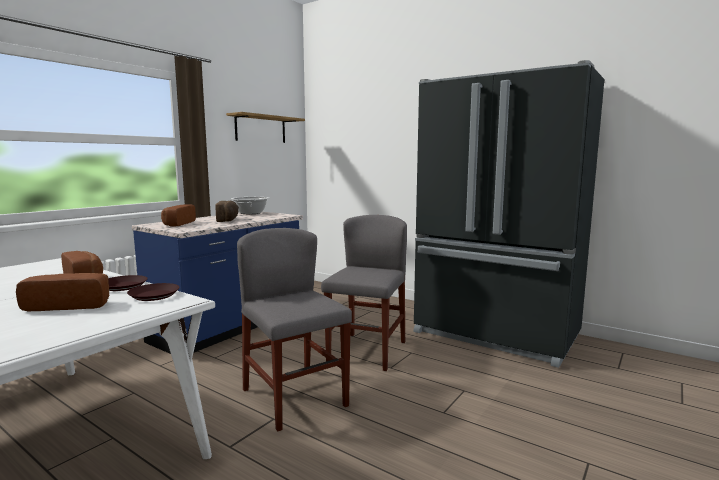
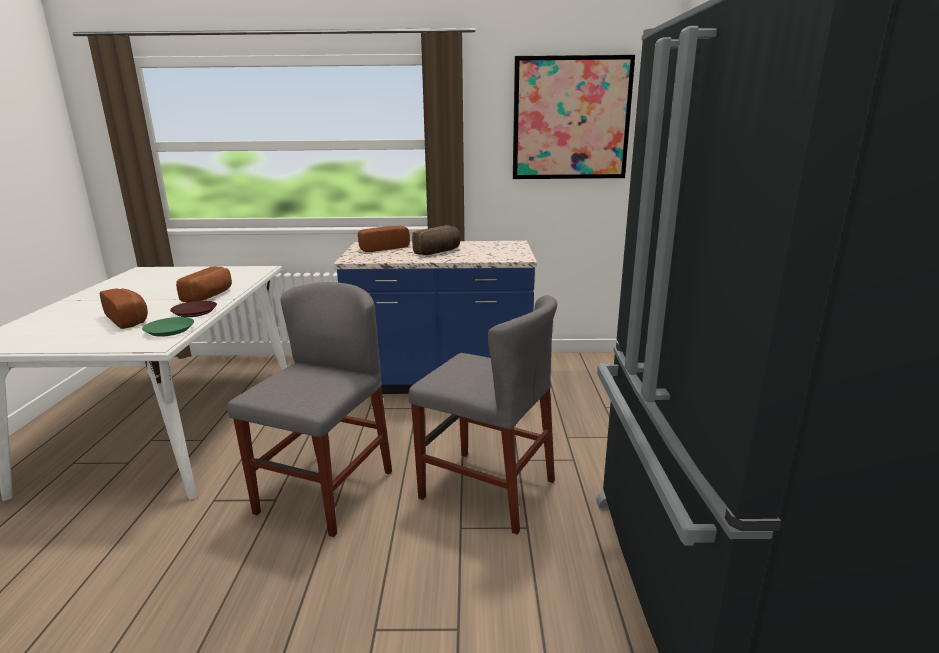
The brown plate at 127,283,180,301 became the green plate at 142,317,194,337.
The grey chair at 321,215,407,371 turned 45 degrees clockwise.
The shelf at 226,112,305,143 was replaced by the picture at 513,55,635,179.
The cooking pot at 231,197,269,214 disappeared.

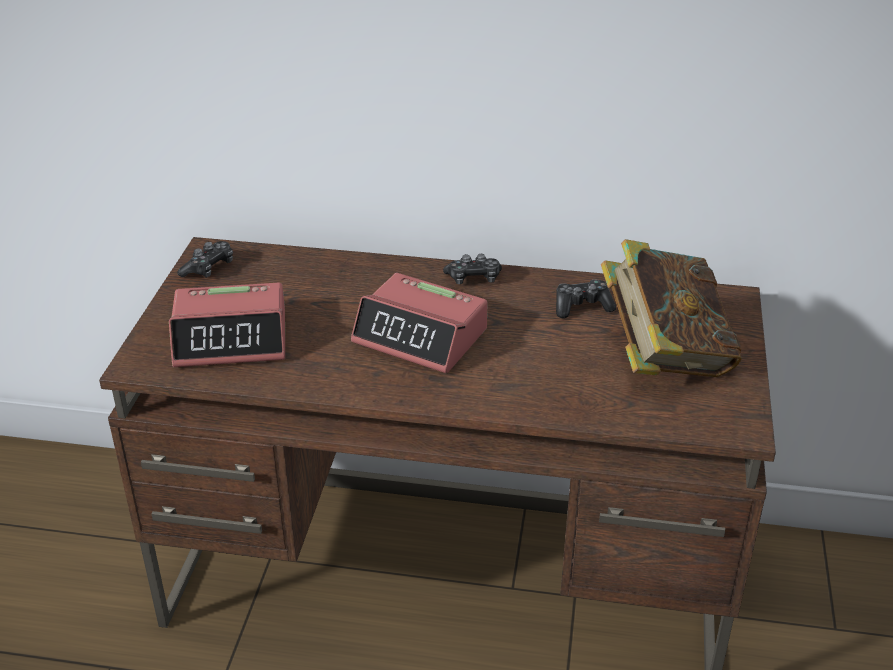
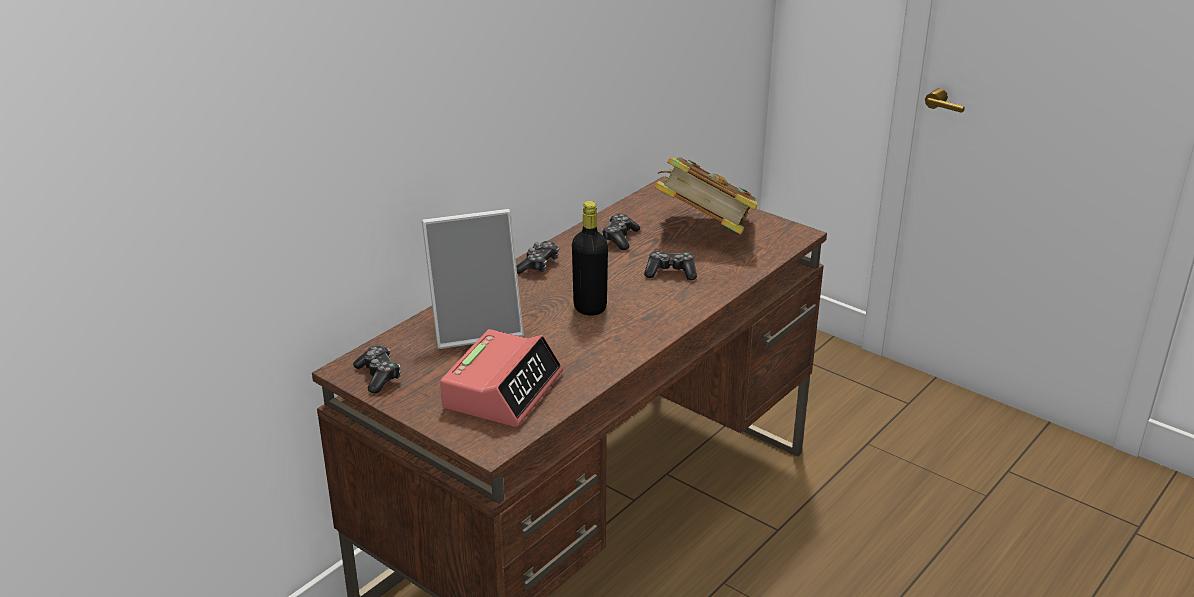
The picture frame at 422,209,524,349 appeared.
The alarm clock at 351,273,488,373 was replaced by the black bottle at 572,201,608,316.
The game controller at 644,251,697,280 appeared.

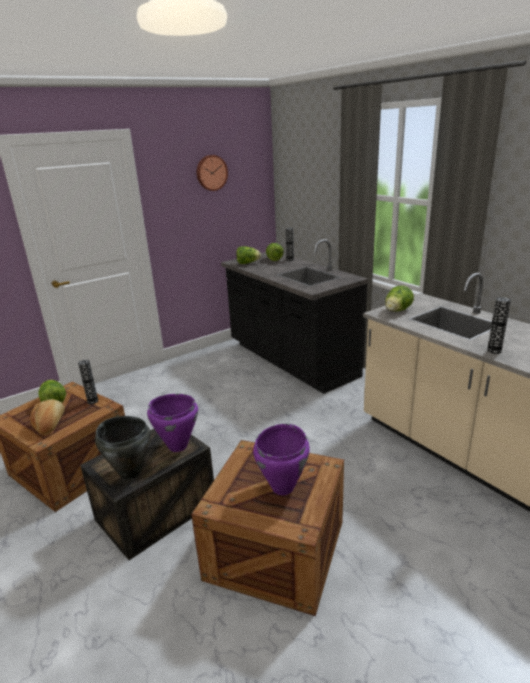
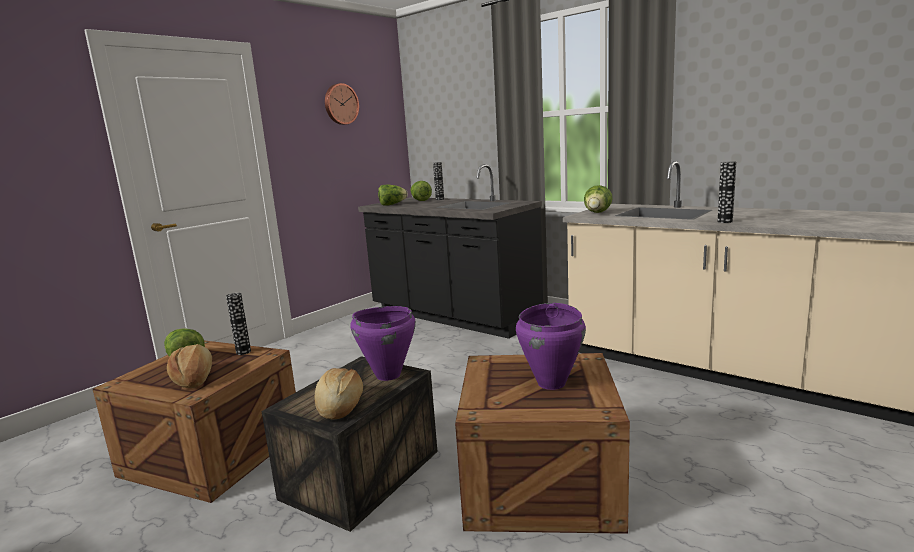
The black cooking pot at 95,416,150,479 was replaced by the bread at 315,368,363,419.

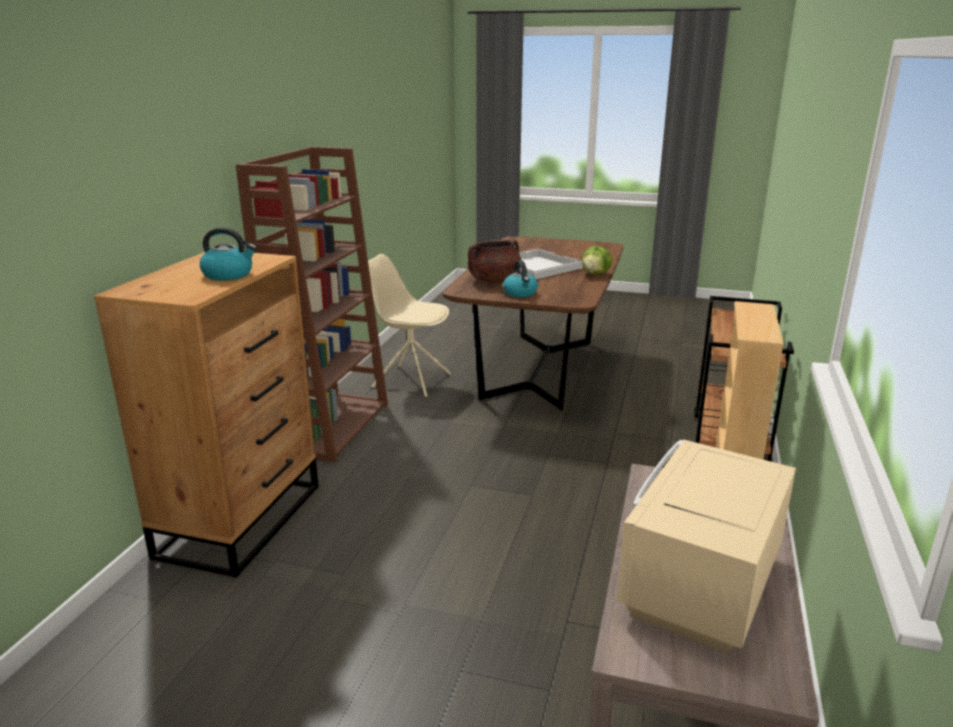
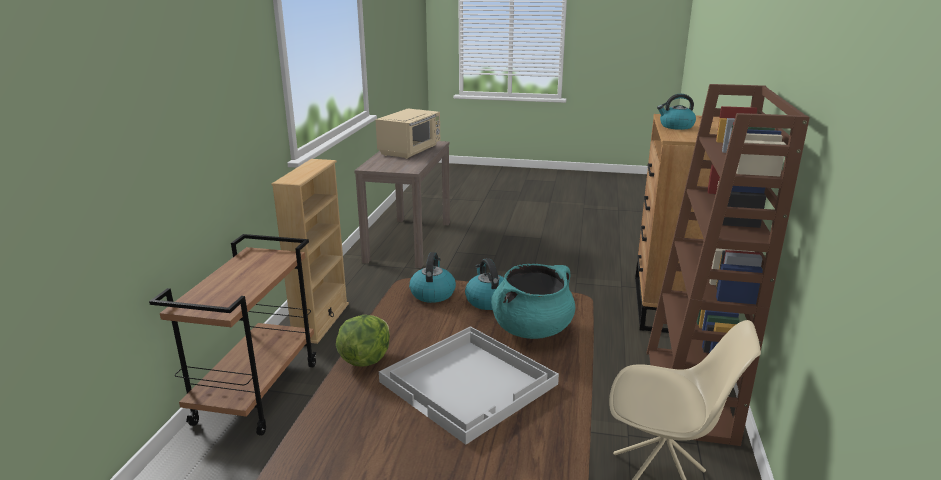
The kettle at 409,252,456,303 appeared.
The brown cooking pot at 468,239,521,283 became the turquoise cooking pot at 491,264,575,339.

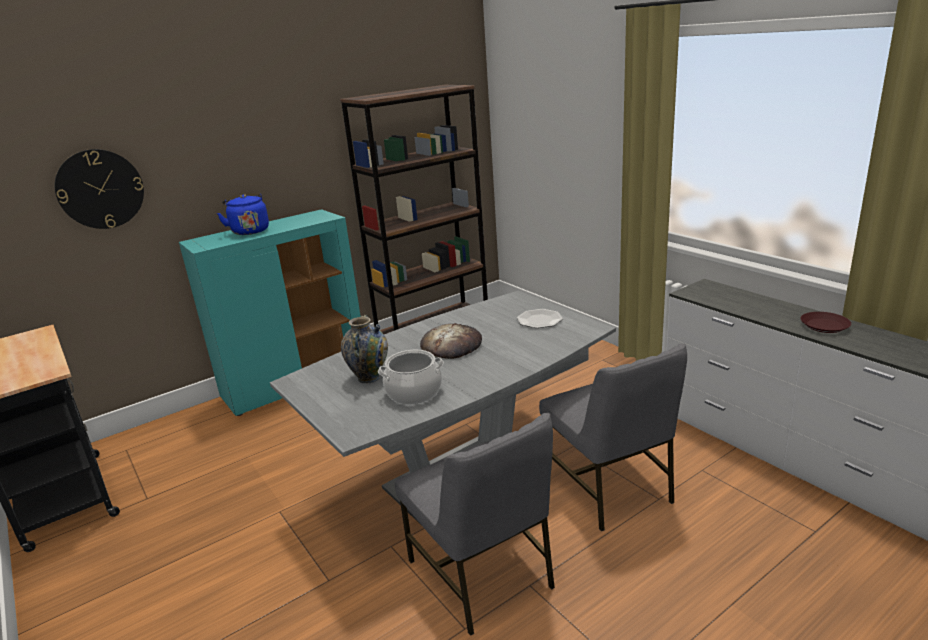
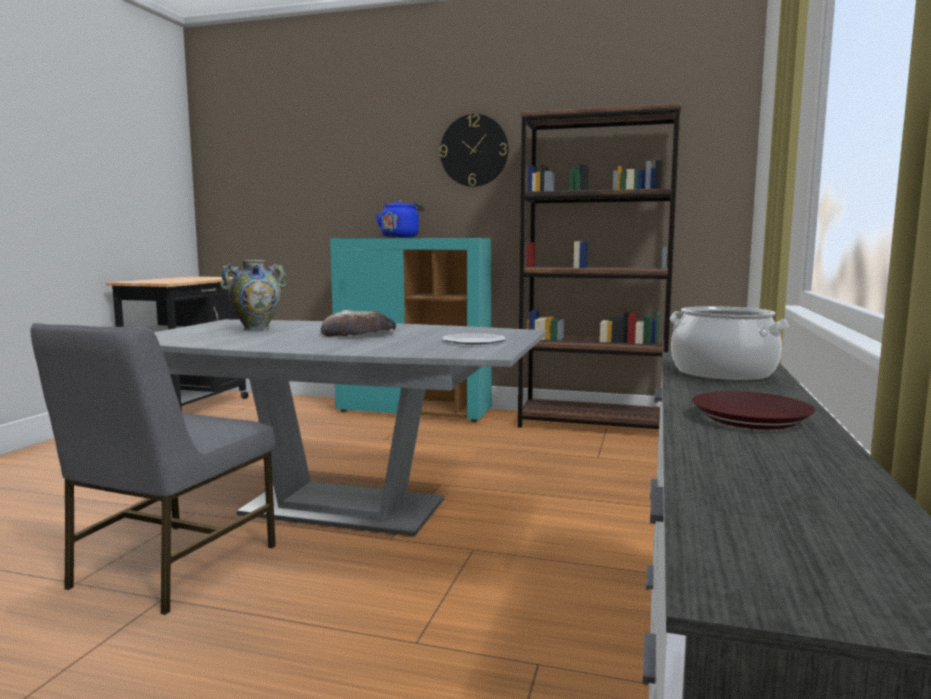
The wall clock moved from 55,149,144,229 to 440,114,509,187.
The cooking pot moved from 378,350,444,405 to 670,306,789,381.
The grey chair at 539,344,687,531 disappeared.

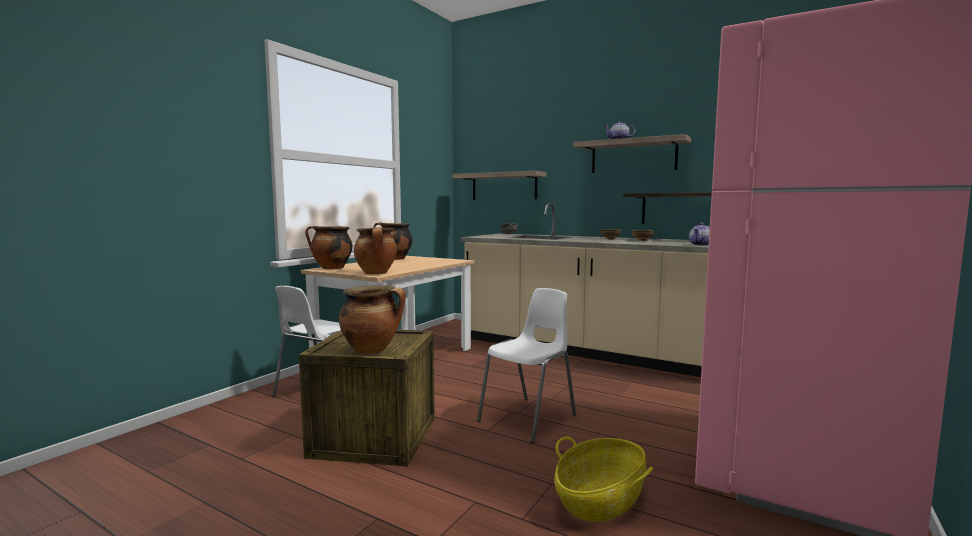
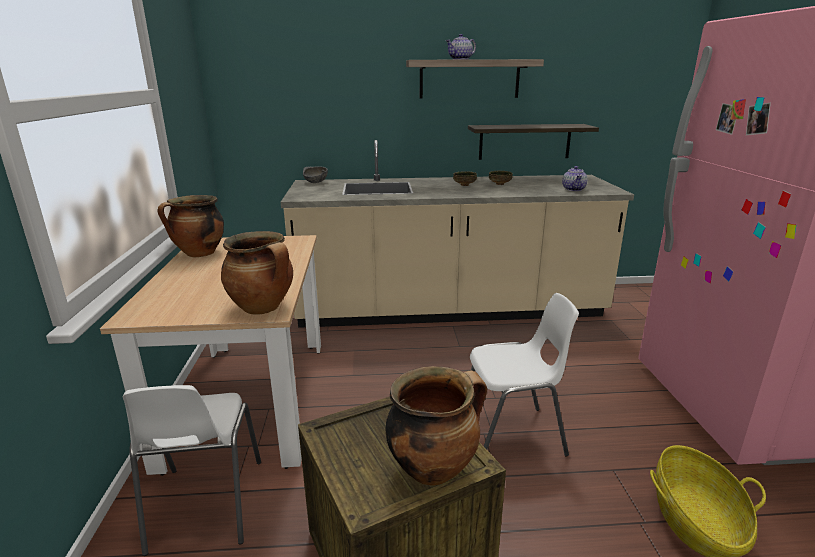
The white chair at 477,288,576,443 turned 75 degrees clockwise.
The cooking pot at 305,225,352,269 disappeared.
The shelf at 453,171,547,200 disappeared.

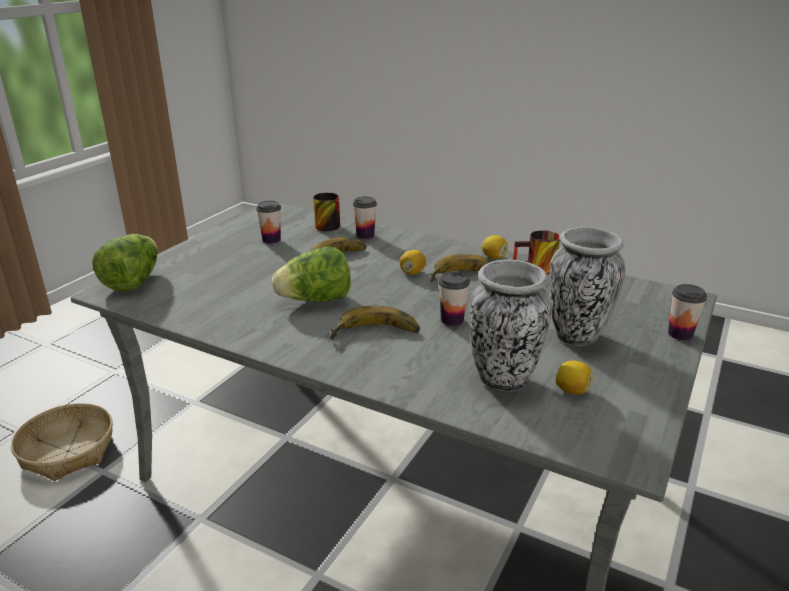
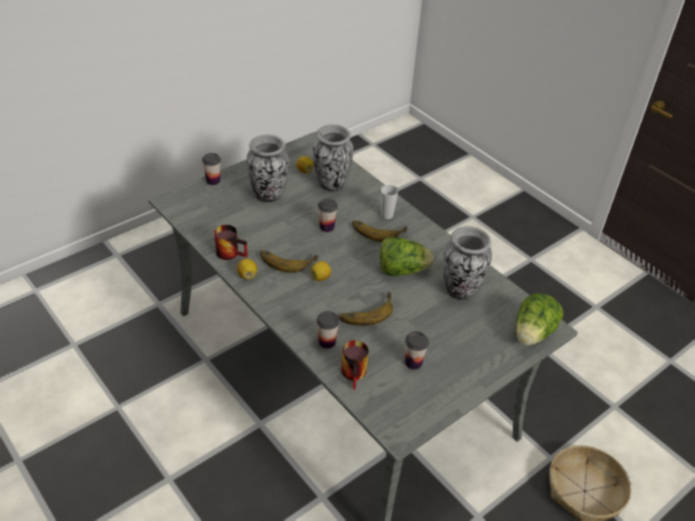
The cup at 381,185,399,219 appeared.
The vase at 443,226,492,300 appeared.

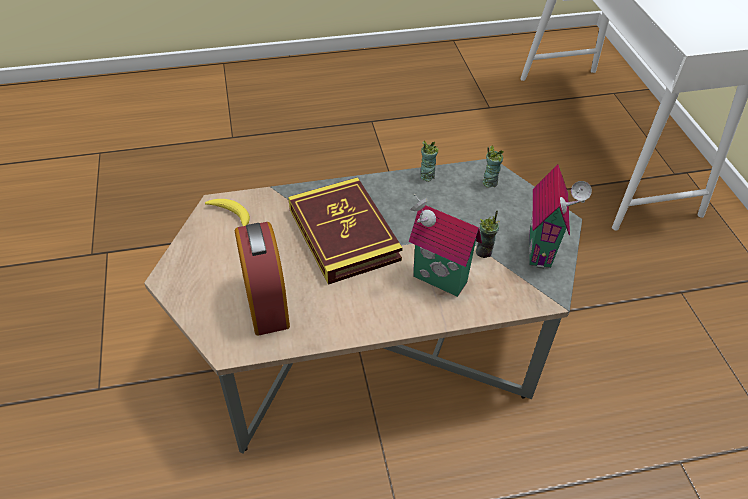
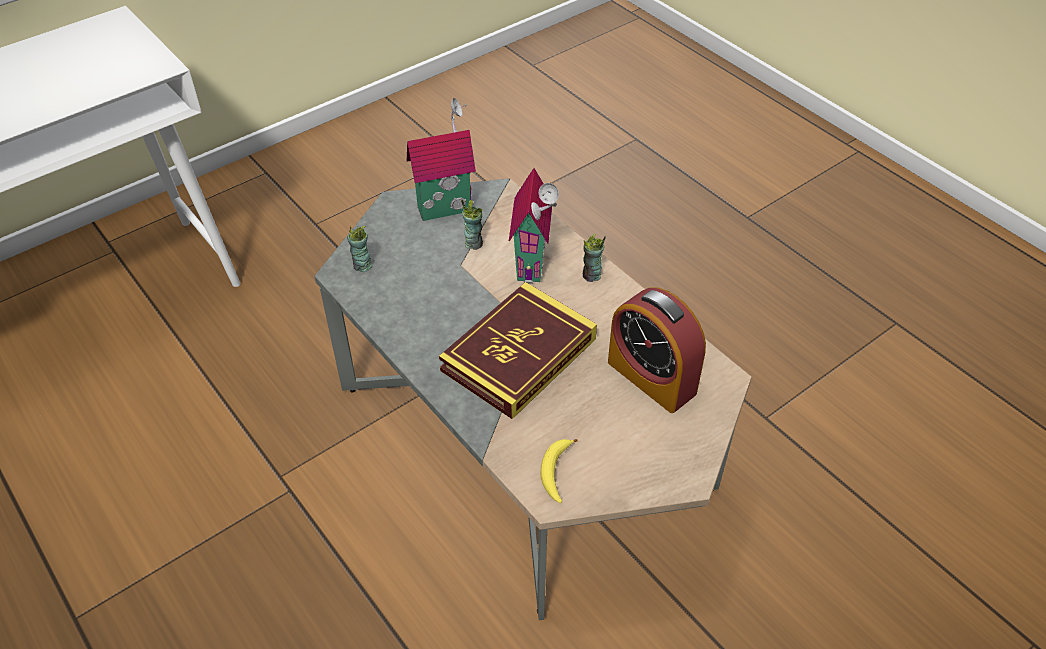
The cup moved from 421,141,439,182 to 583,233,606,282.
The alarm clock at 235,222,290,336 turned 90 degrees counterclockwise.

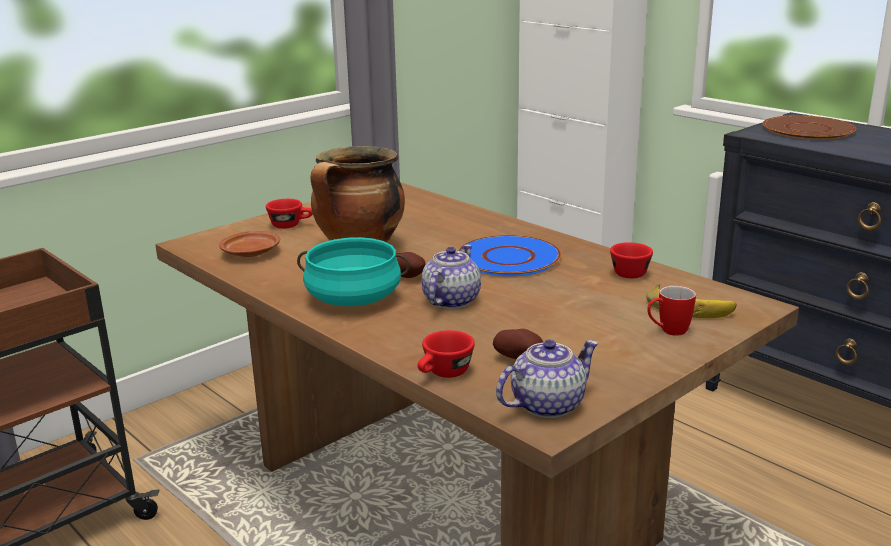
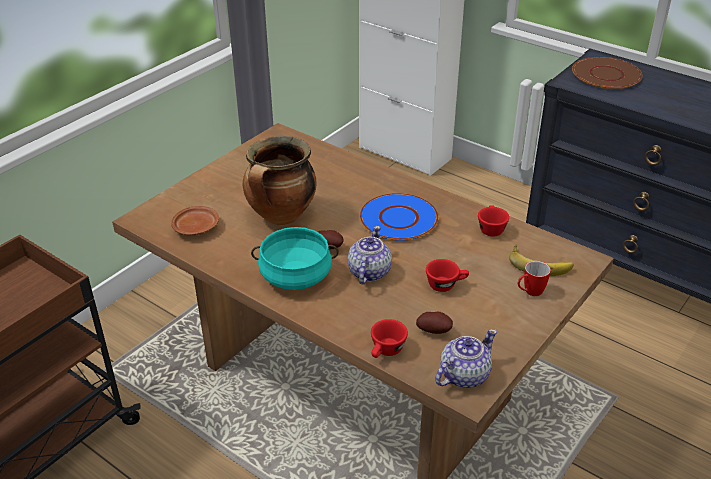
The red cup moved from 266,199,313,229 to 426,259,469,292.

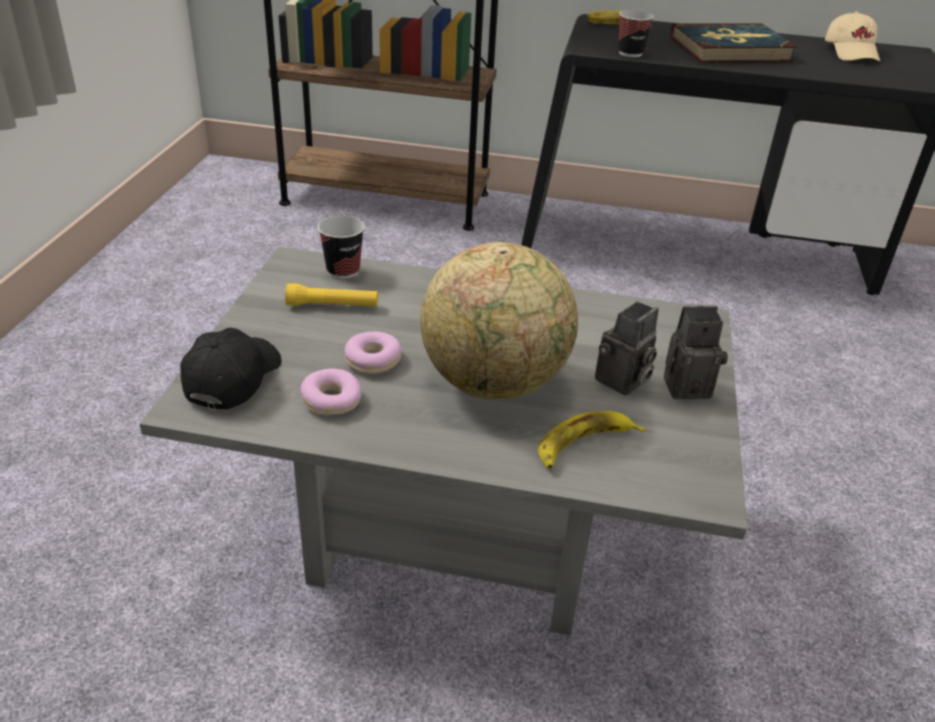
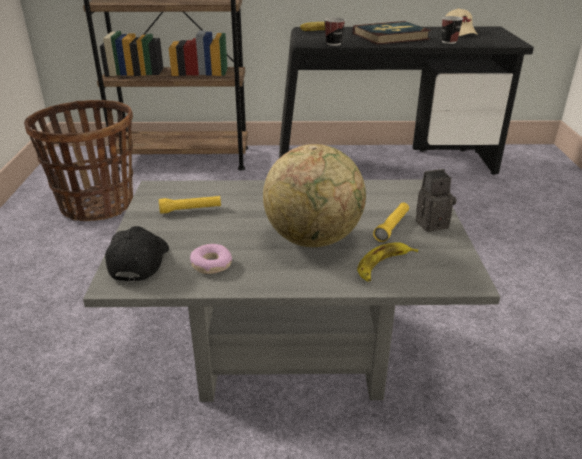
The basket at 24,100,133,221 appeared.
The photo camera at 595,301,659,396 was replaced by the yellow flashlight at 373,203,409,242.
The cup moved from 318,216,365,279 to 442,16,463,44.
The donut at 345,332,402,374 disappeared.

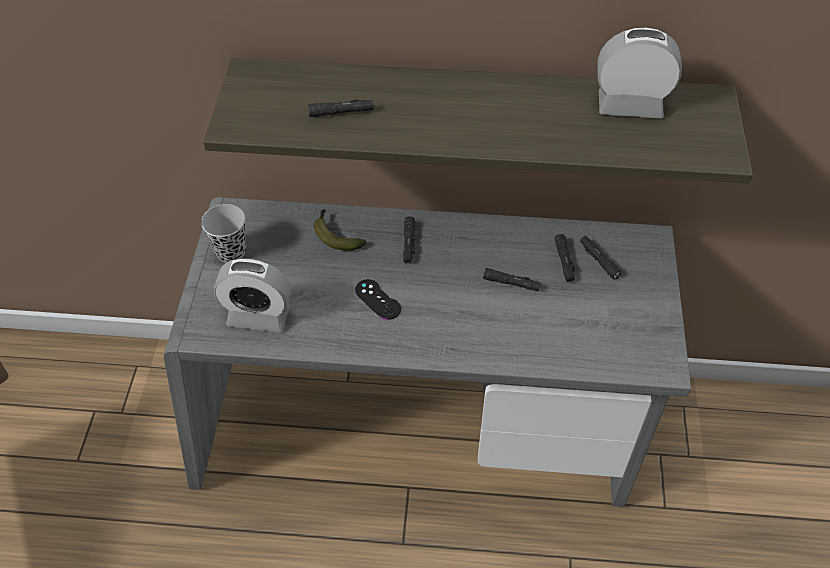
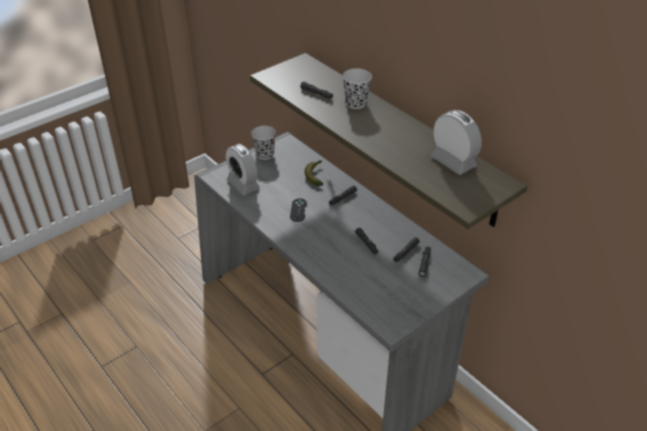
The black cup at 343,68,372,109 appeared.

